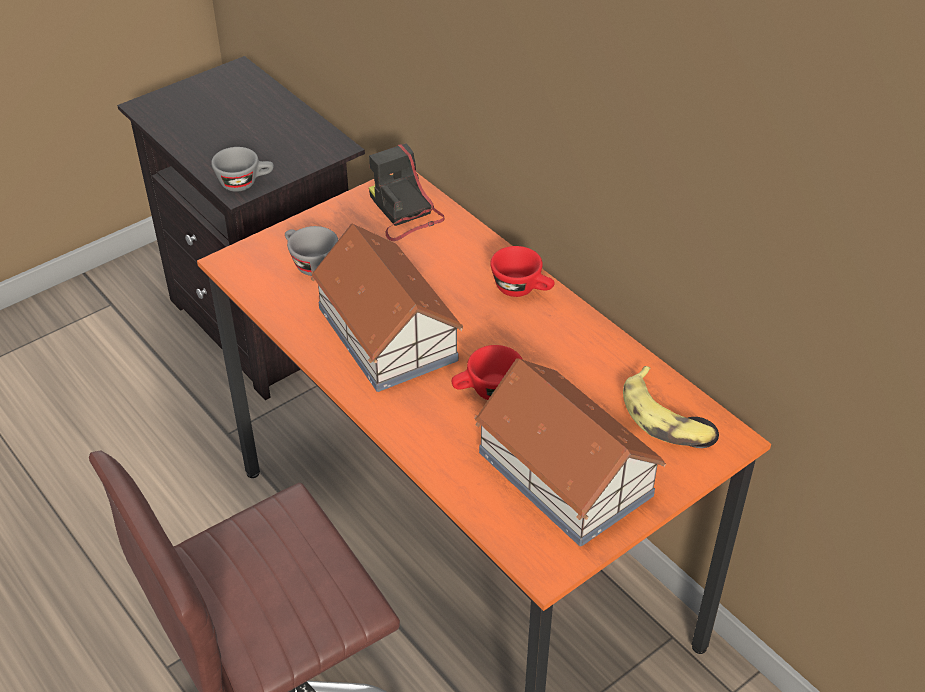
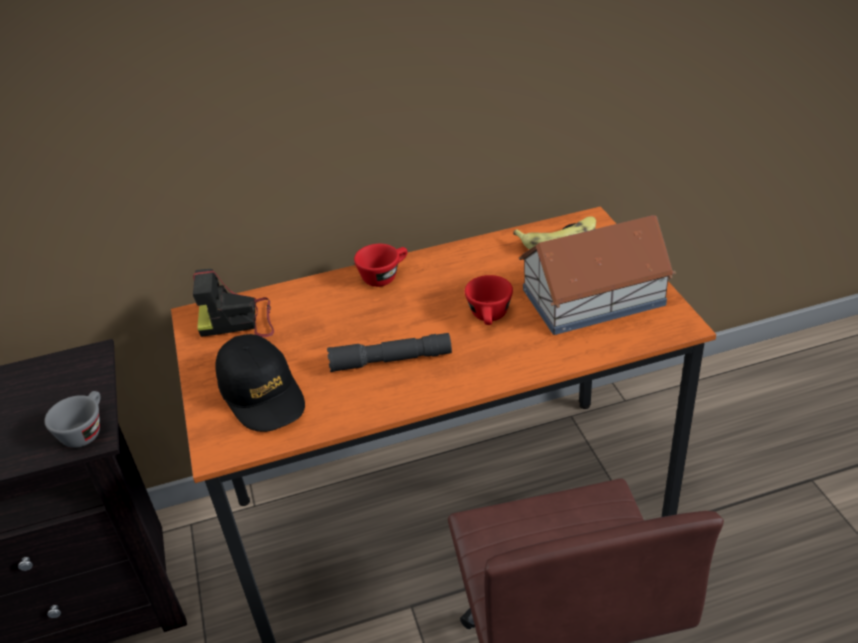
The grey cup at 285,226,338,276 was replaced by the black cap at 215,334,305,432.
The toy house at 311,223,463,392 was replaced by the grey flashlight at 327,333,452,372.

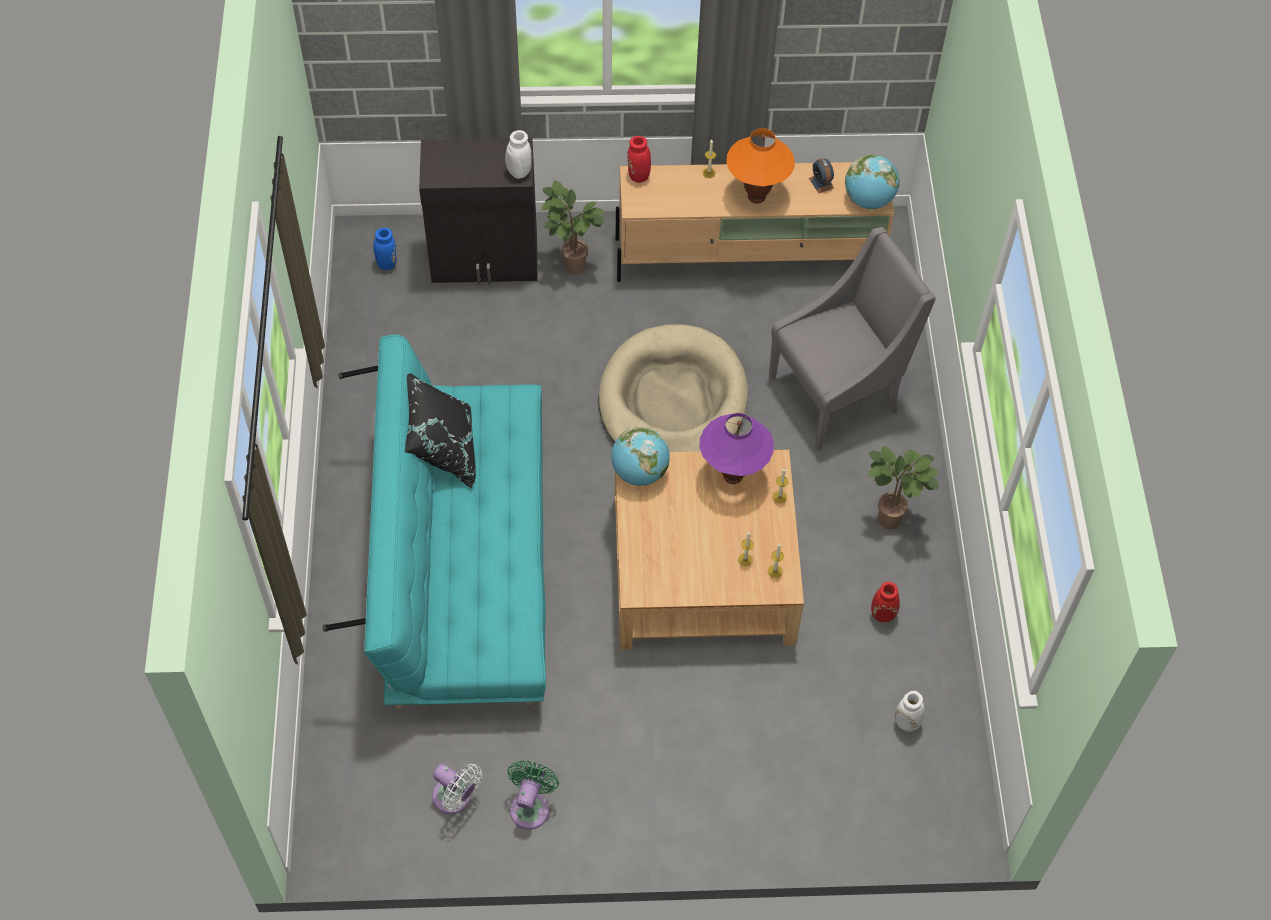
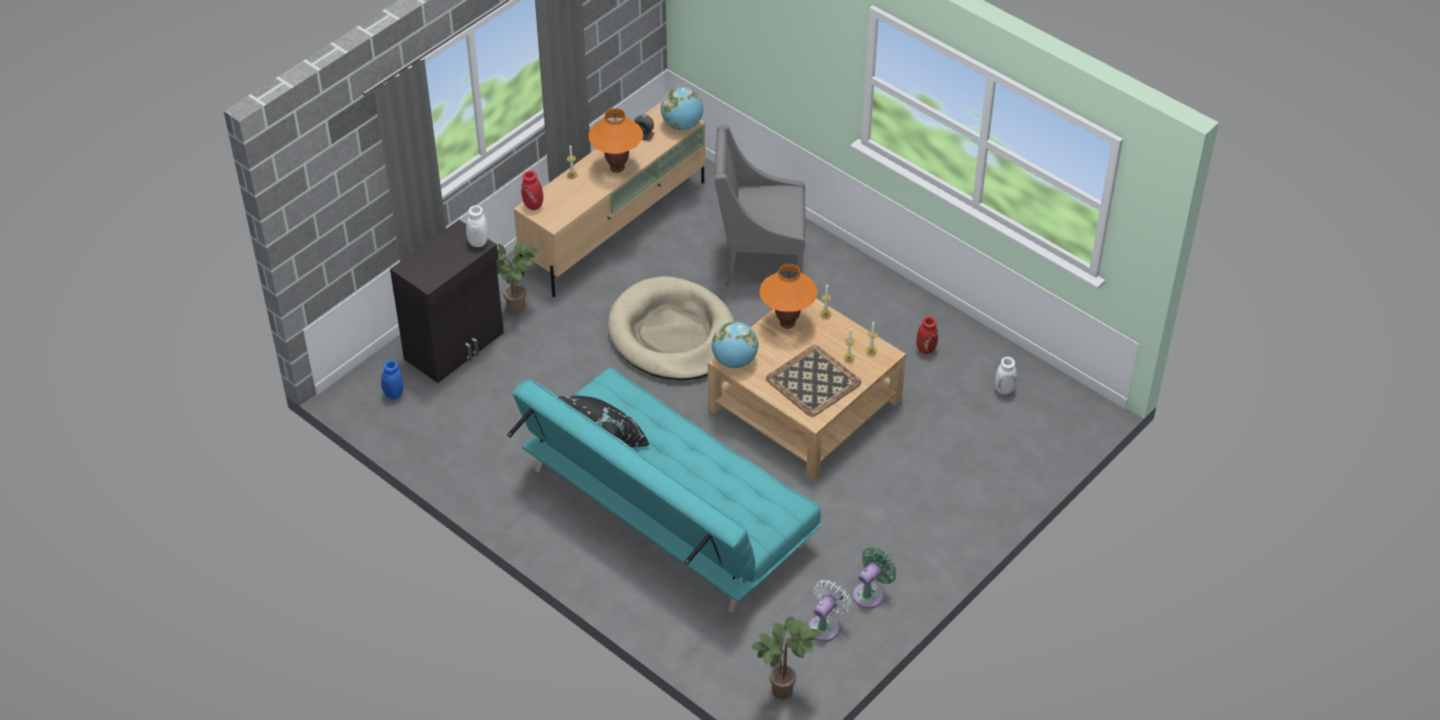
The grey armchair at 769,227,936,450 turned 105 degrees counterclockwise.
The potted plant moved from 868,446,939,529 to 751,617,822,700.
The purple table lamp at 700,413,774,484 became the orange table lamp at 759,264,818,329.
The tray at 766,345,861,417 appeared.
The white fan at 432,764,482,814 turned 45 degrees counterclockwise.
The green fan at 507,760,559,829 turned 75 degrees clockwise.

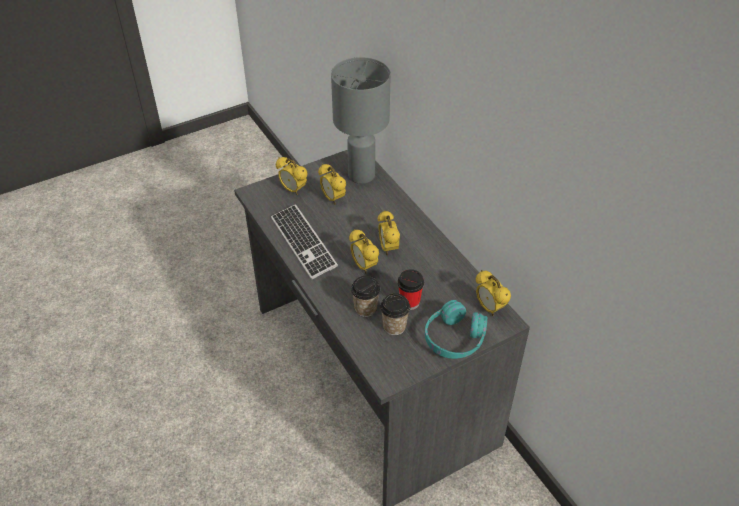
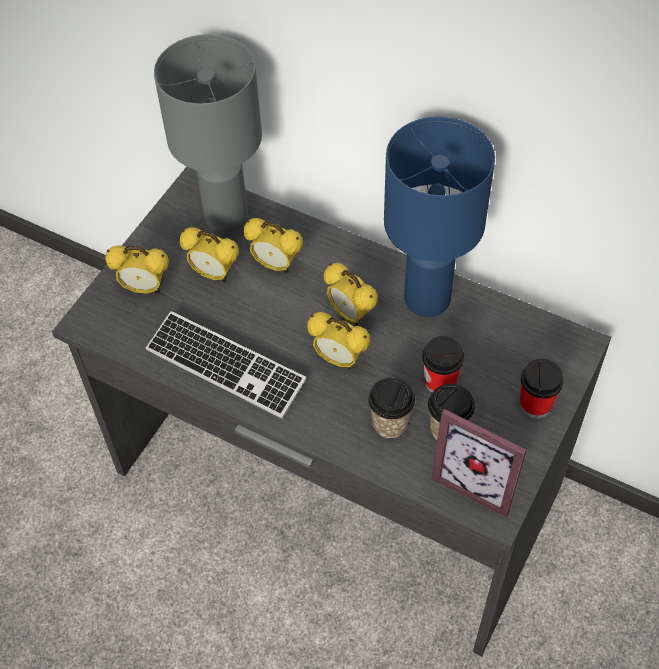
The alarm clock moved from 476,270,511,316 to 244,218,303,273.
The blue table lamp at 384,116,495,317 appeared.
The picture frame at 432,409,527,518 appeared.
The turquoise headphones at 425,300,487,359 was replaced by the cup at 520,359,564,418.

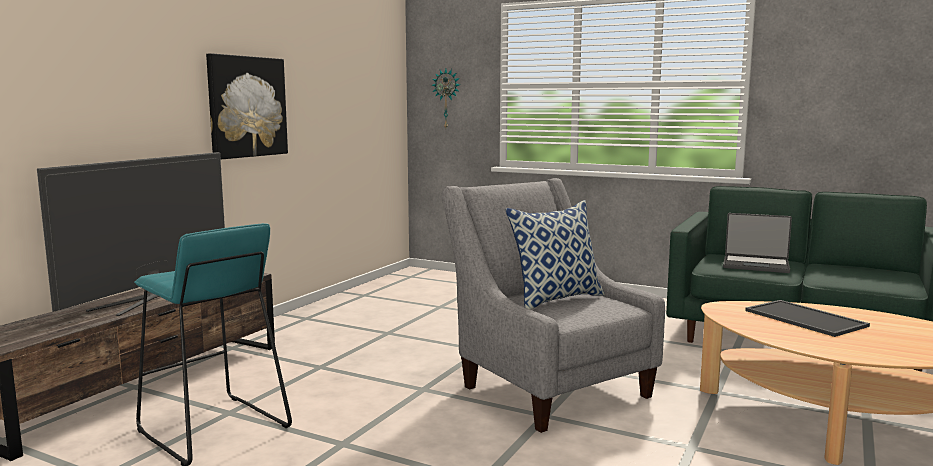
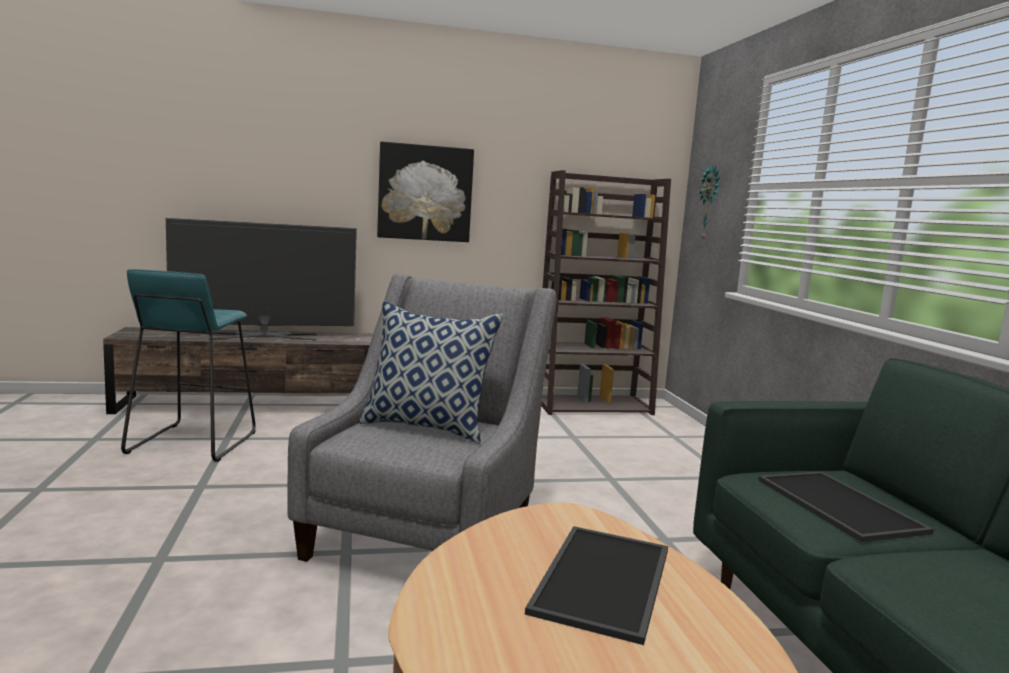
The brown bookcase at 541,170,671,415 appeared.
The laptop at 723,213,792,273 was replaced by the tray at 758,472,934,542.

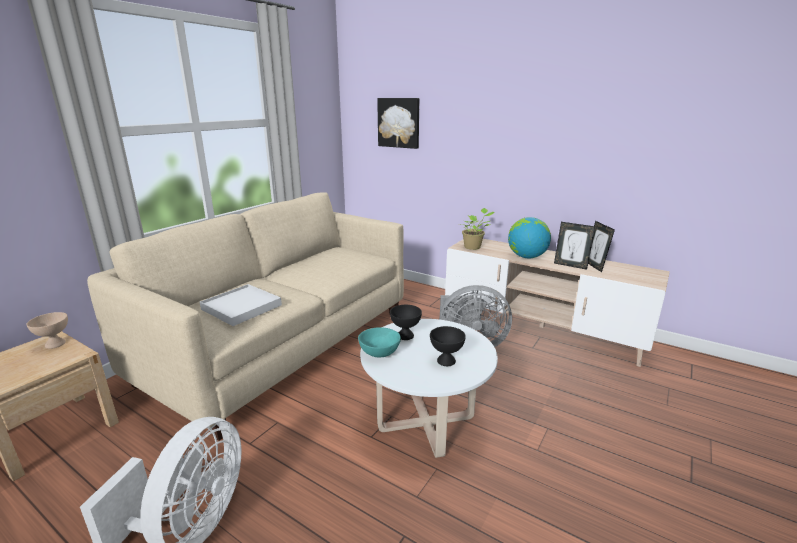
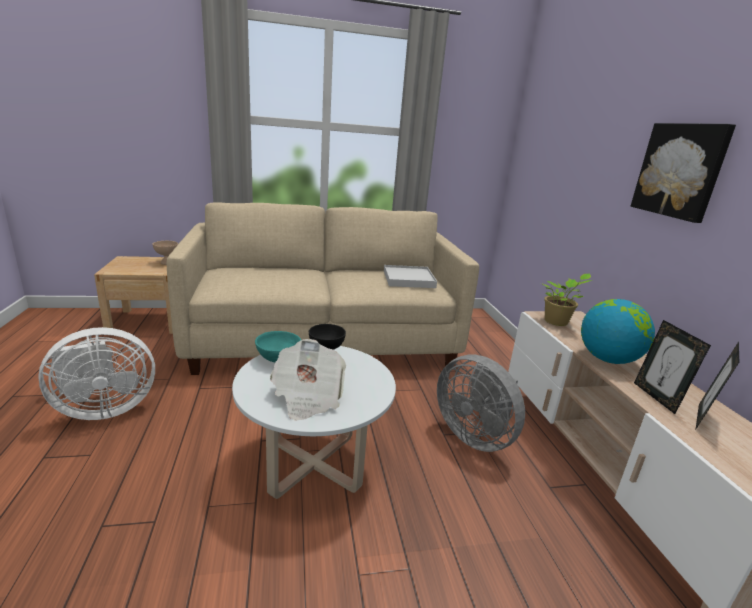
The black bowl at 430,326,466,366 was replaced by the newspaper at 270,339,346,421.
The white tray moved from 200,284,282,326 to 384,265,437,288.
The picture moved from 377,98,419,149 to 631,123,736,223.

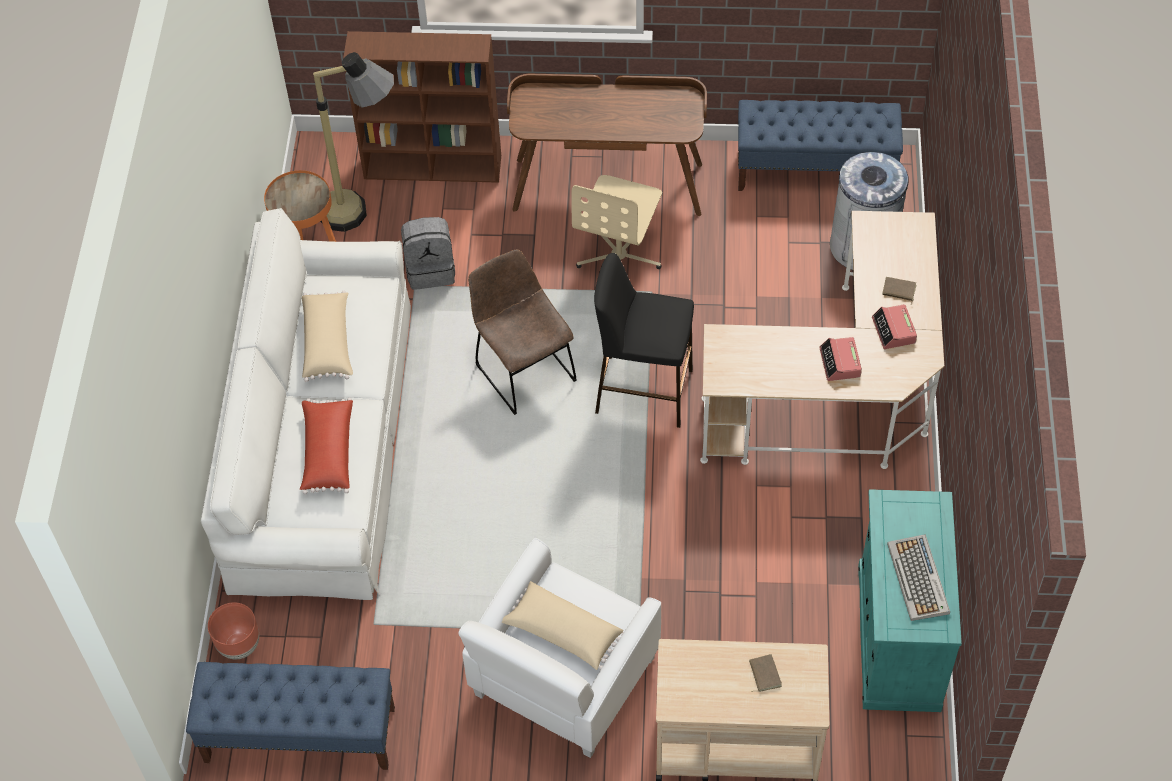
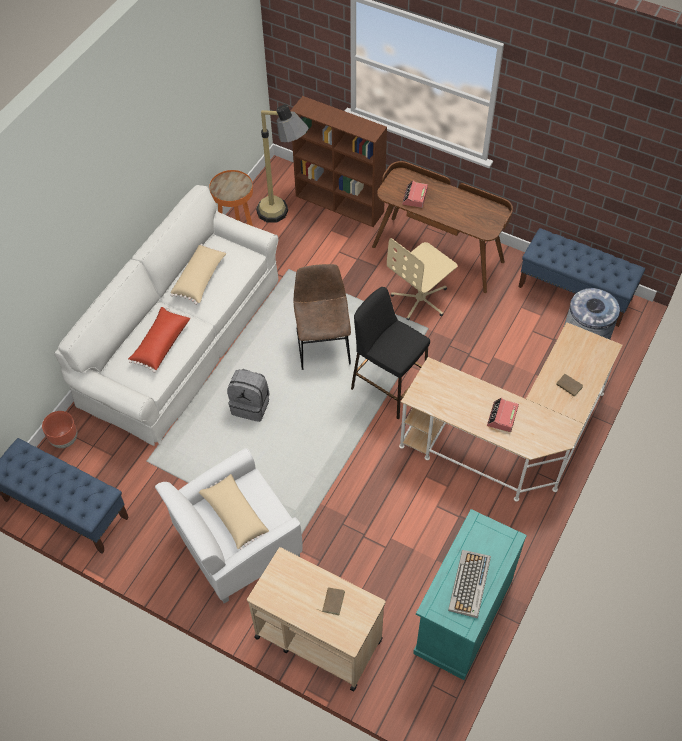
The grey backpack moved from 401,217,455,290 to 227,369,269,422.
The alarm clock moved from 872,304,917,349 to 402,181,428,208.

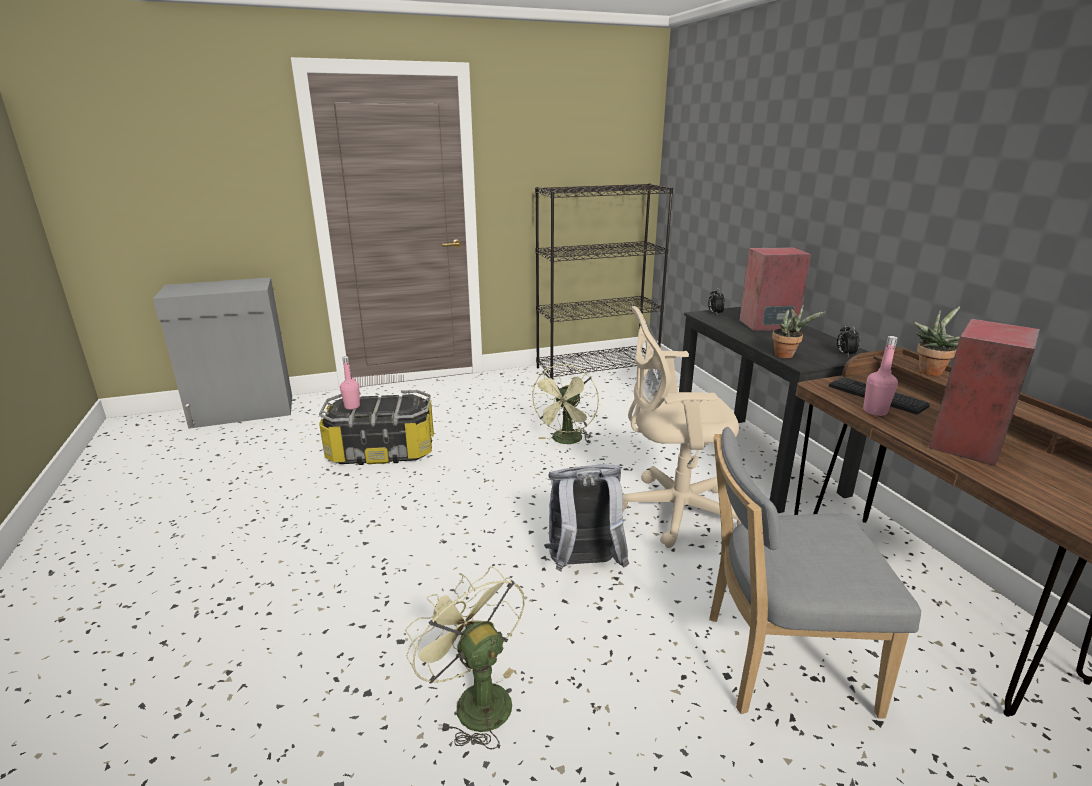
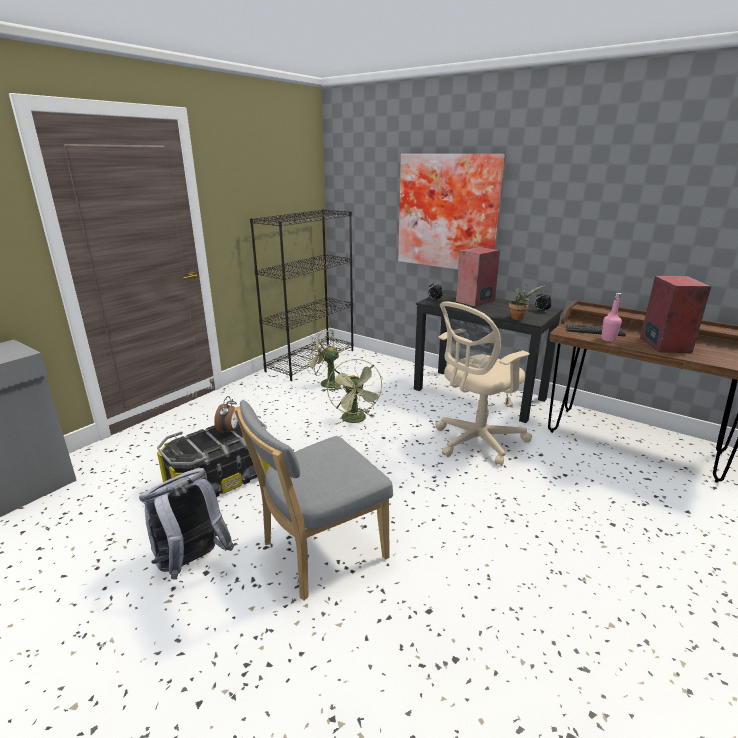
The grey backpack moved from 544,464,629,572 to 139,468,234,580.
The alarm clock at 214,396,239,435 appeared.
The grey chair moved from 709,427,921,719 to 234,400,393,601.
The green fan moved from 405,566,524,750 to 306,328,345,392.
The picture at 398,154,505,270 appeared.
The pink bottle at 340,356,360,410 disappeared.
The potted plant at 914,306,960,376 disappeared.

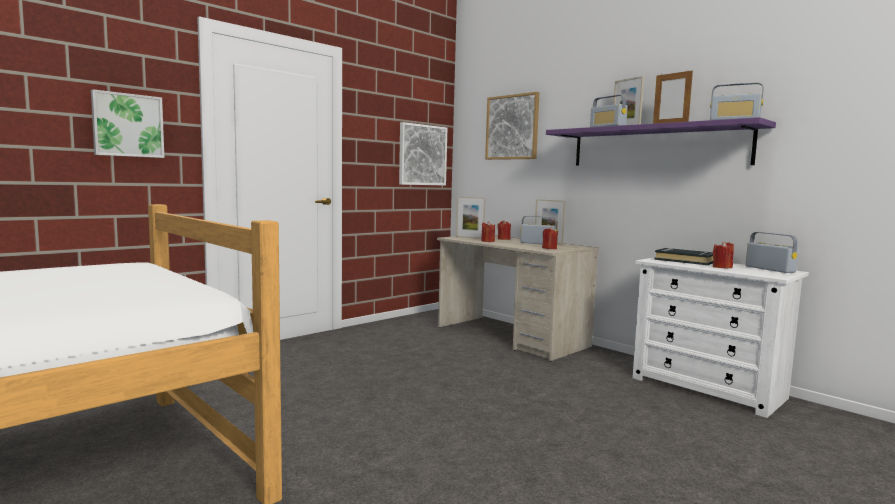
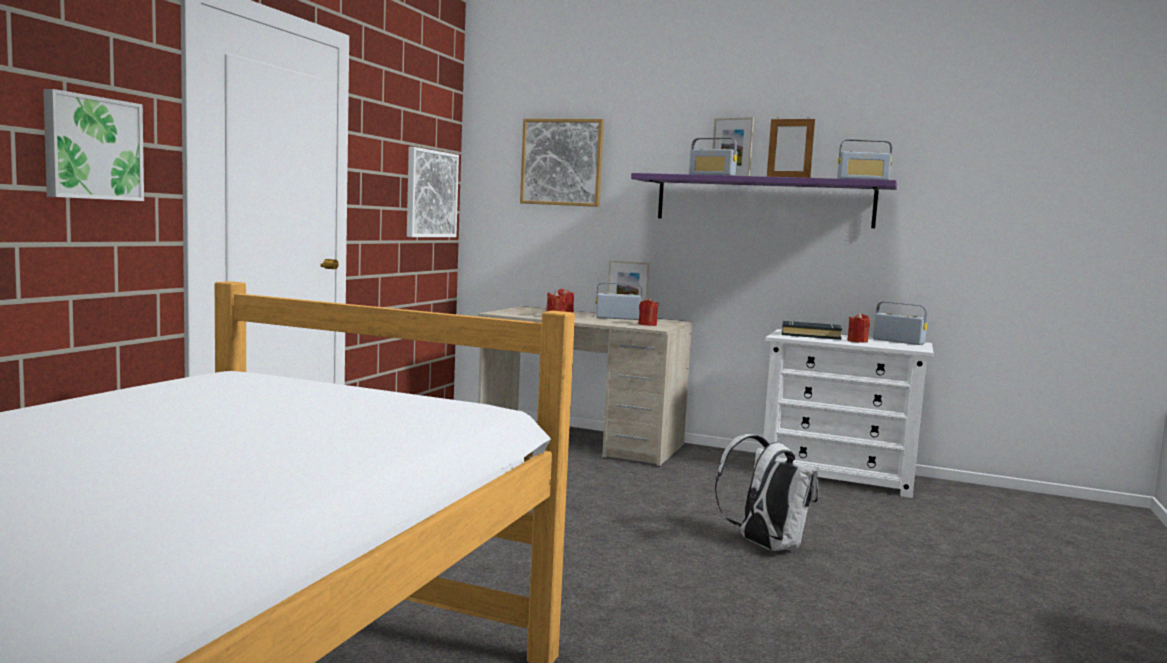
The white backpack at 715,434,818,551 appeared.
The picture frame at 456,197,485,239 disappeared.

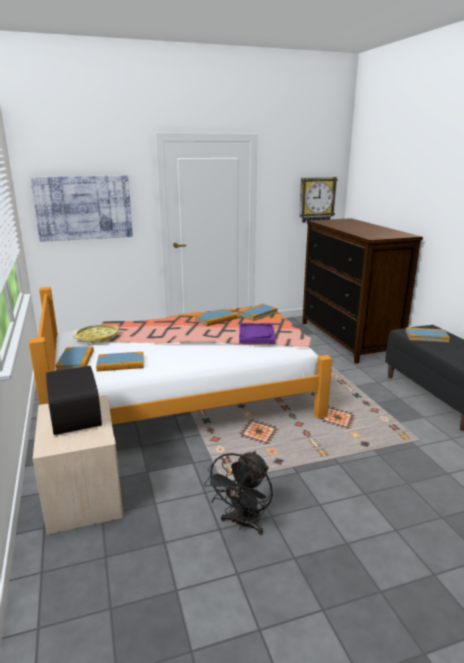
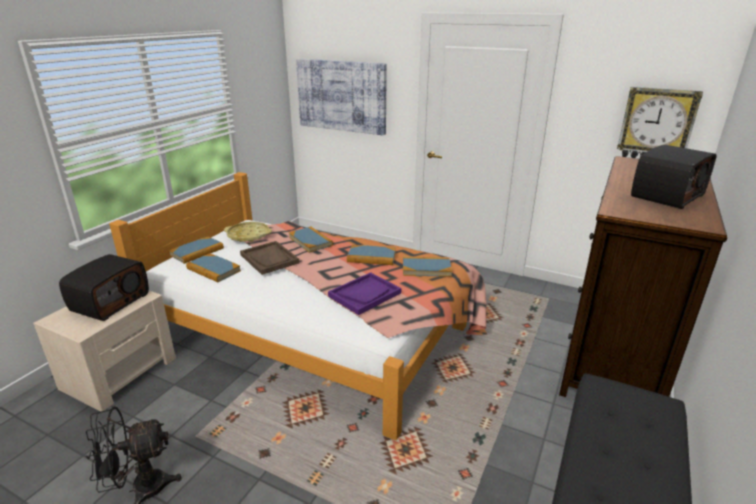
The brown tray at 240,241,299,275 appeared.
The book moved from 405,327,450,342 to 289,227,333,253.
The radio at 631,145,717,209 appeared.

